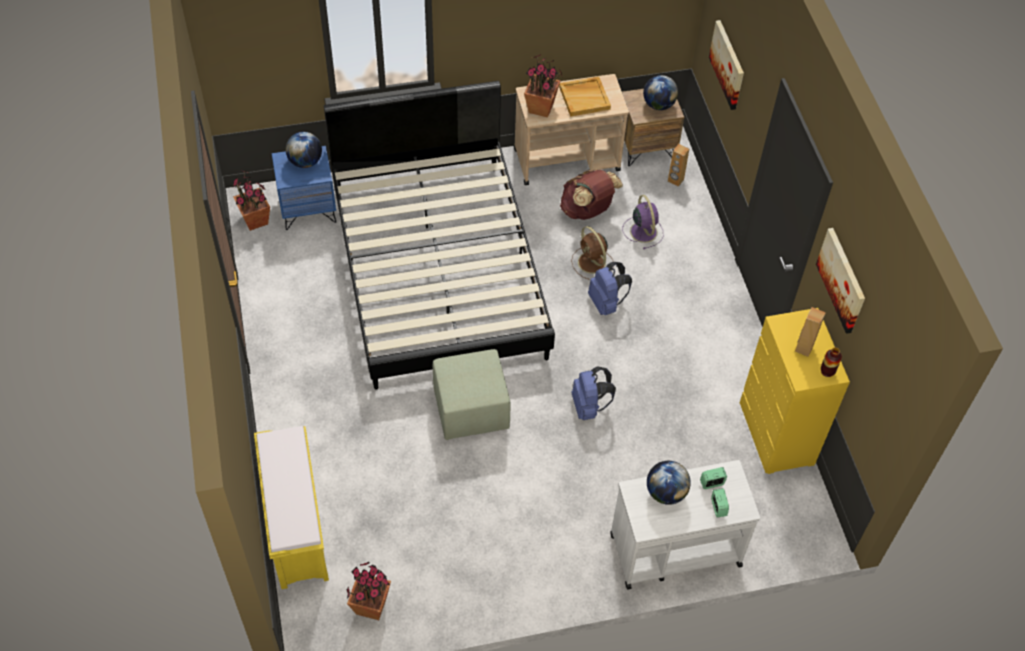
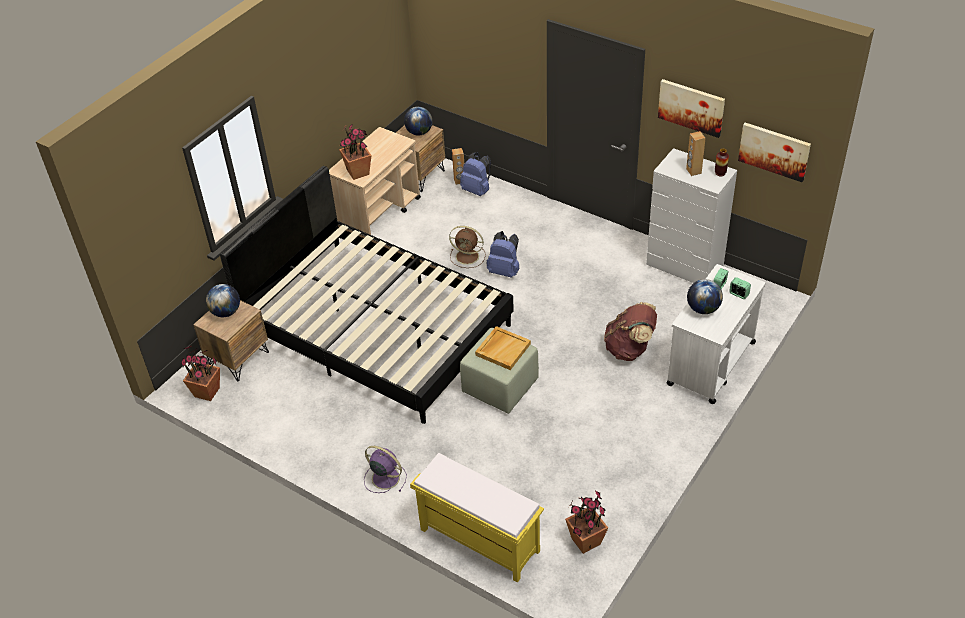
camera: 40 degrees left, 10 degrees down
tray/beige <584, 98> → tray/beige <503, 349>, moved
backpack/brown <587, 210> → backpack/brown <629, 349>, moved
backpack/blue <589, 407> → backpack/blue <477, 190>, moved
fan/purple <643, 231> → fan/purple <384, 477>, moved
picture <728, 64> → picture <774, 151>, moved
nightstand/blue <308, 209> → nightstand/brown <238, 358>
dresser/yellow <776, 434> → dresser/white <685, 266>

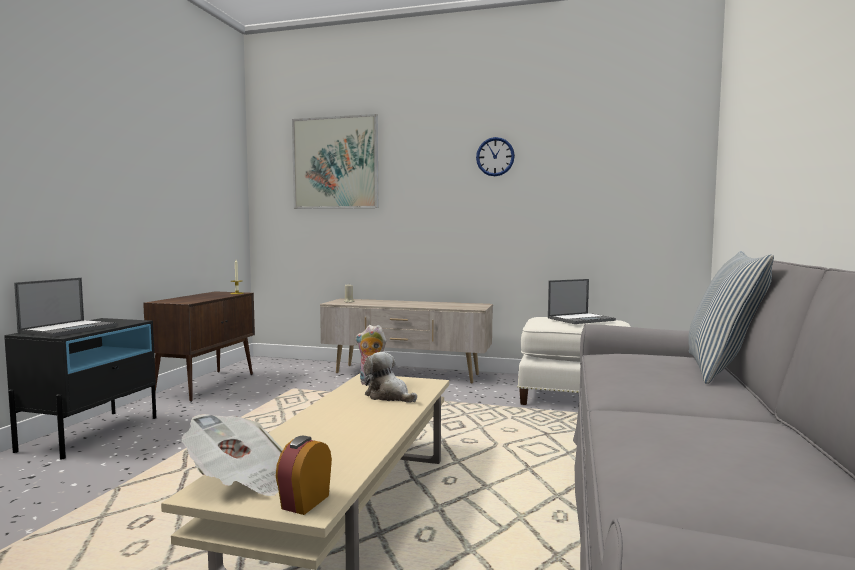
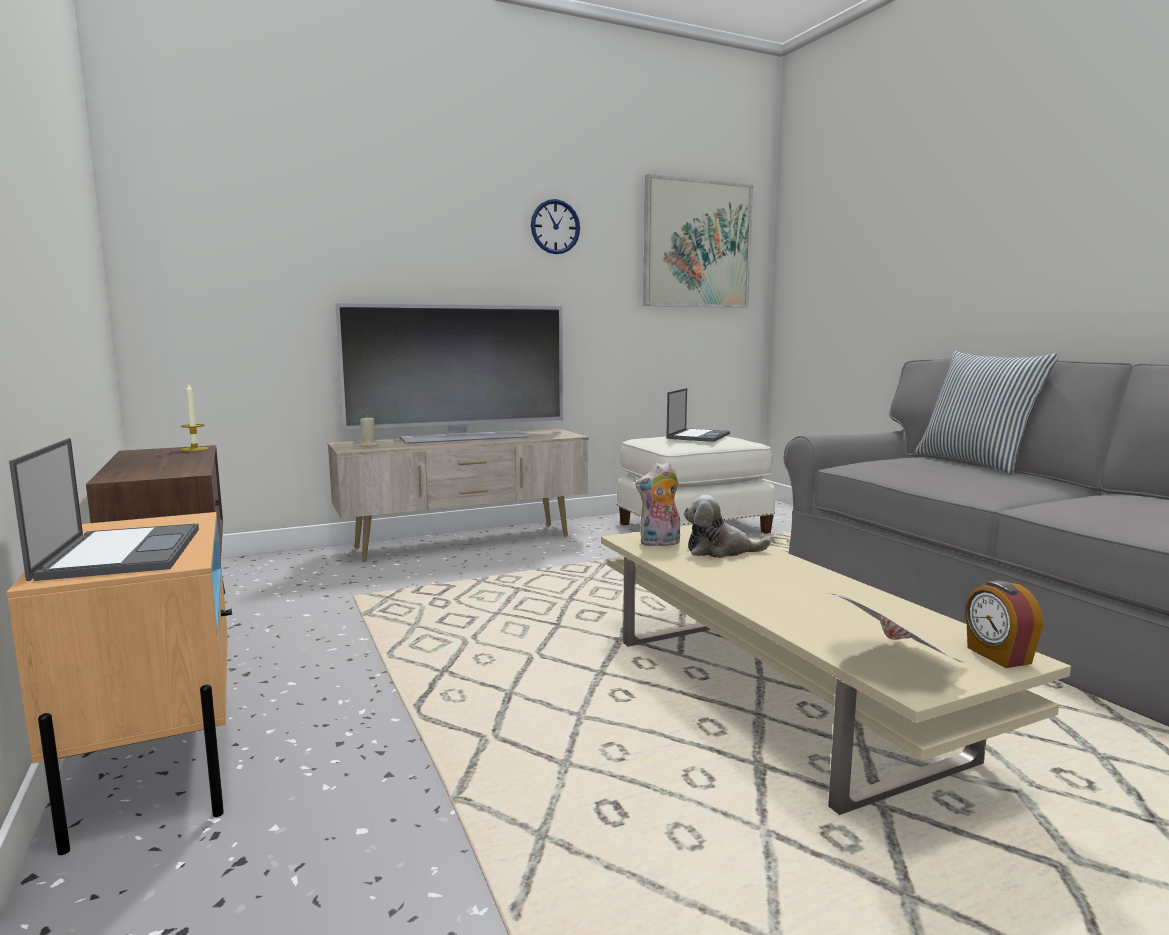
camera: 40 degrees left, 5 degrees up
- → television <464, 437>
picture <335, 163> → picture <697, 244>, moved
nightstand/black <91, 433> → nightstand/beige <157, 762>

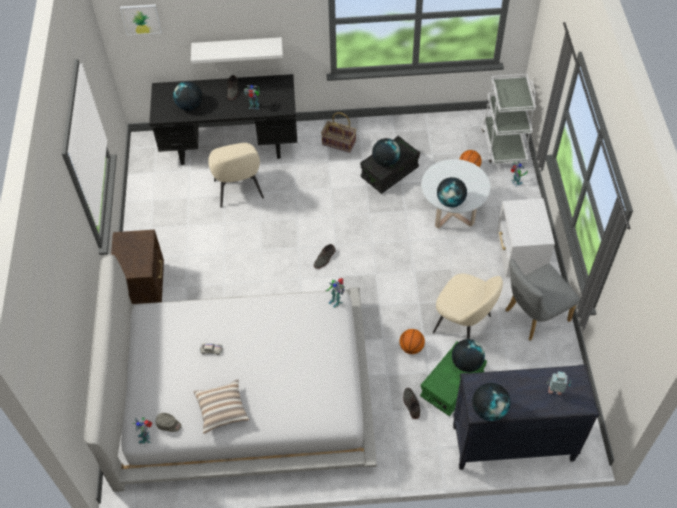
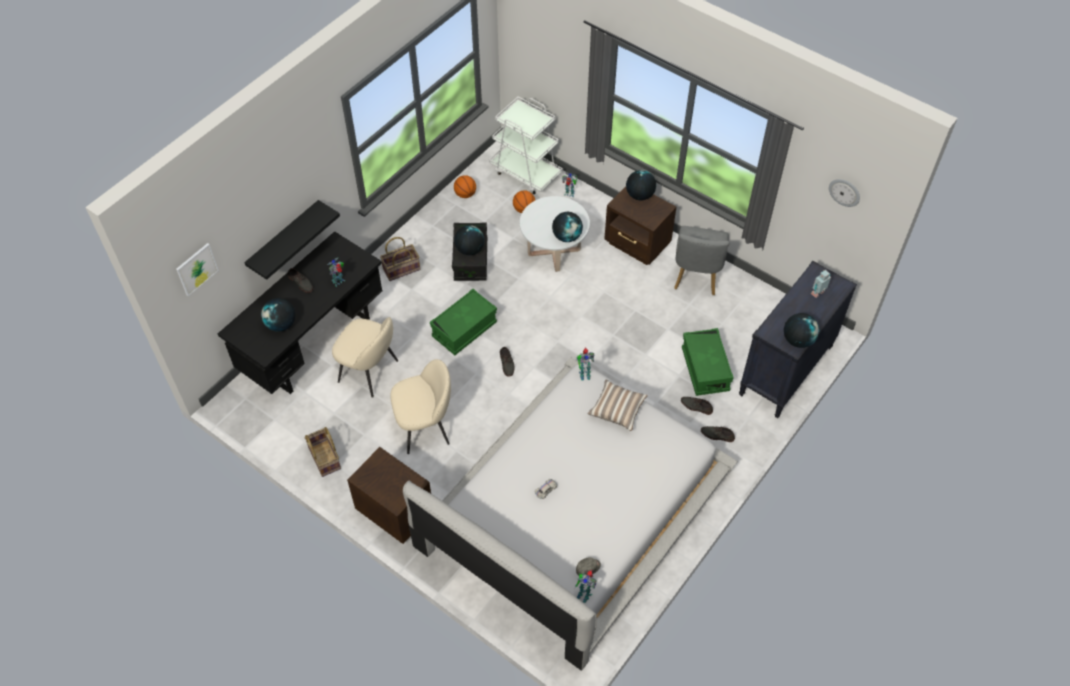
camera: 50 degrees left, 0 degrees up
- → basket <325, 458>
- → storage box/green <464, 330>
- → shoe/grey <717, 435>
- → wall clock <845, 192>
pillow <222, 410> → pillow <617, 409>, moved
basketball <411, 347> → basketball <465, 194>, moved
chair/beige <463, 325> → chair/beige <425, 427>, moved
globe <466, 363> → globe <639, 195>, moved
shelf/white <237, 48> → shelf/black <284, 239>
nightstand/white <519, 257> → nightstand/brown <637, 245>

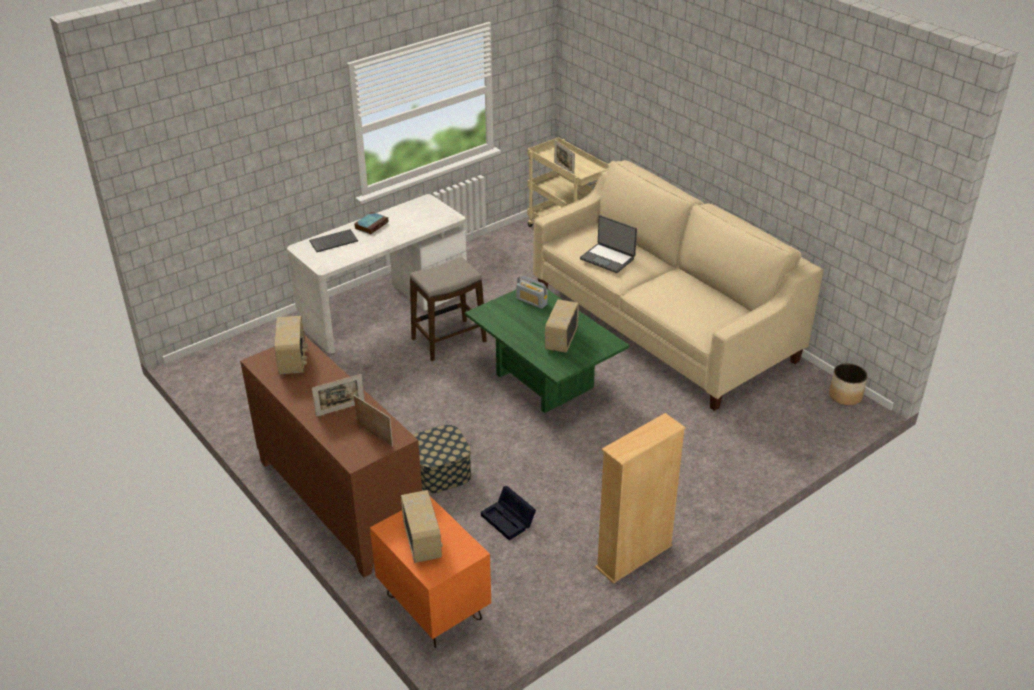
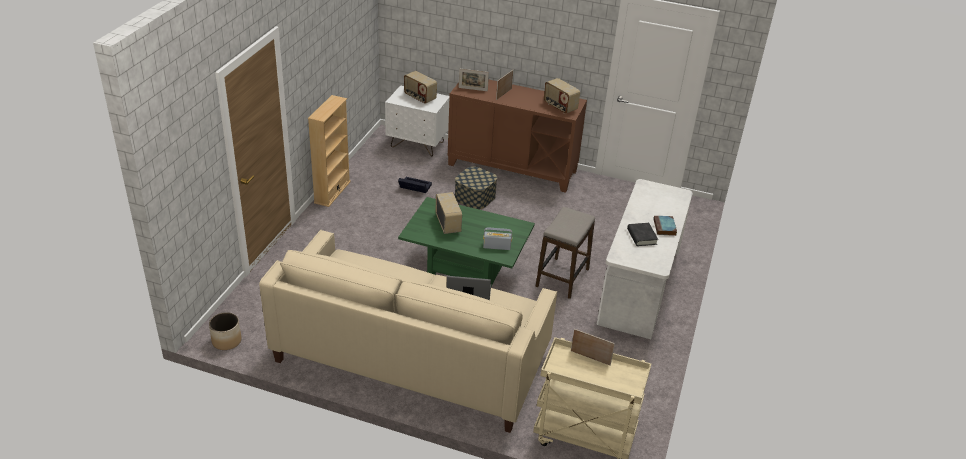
camera: 145 degrees right, 0 degrees up
keyboard <334, 241> → -
- → book/black <641, 237>
nightstand/orange <433, 608> → nightstand/white <417, 145>

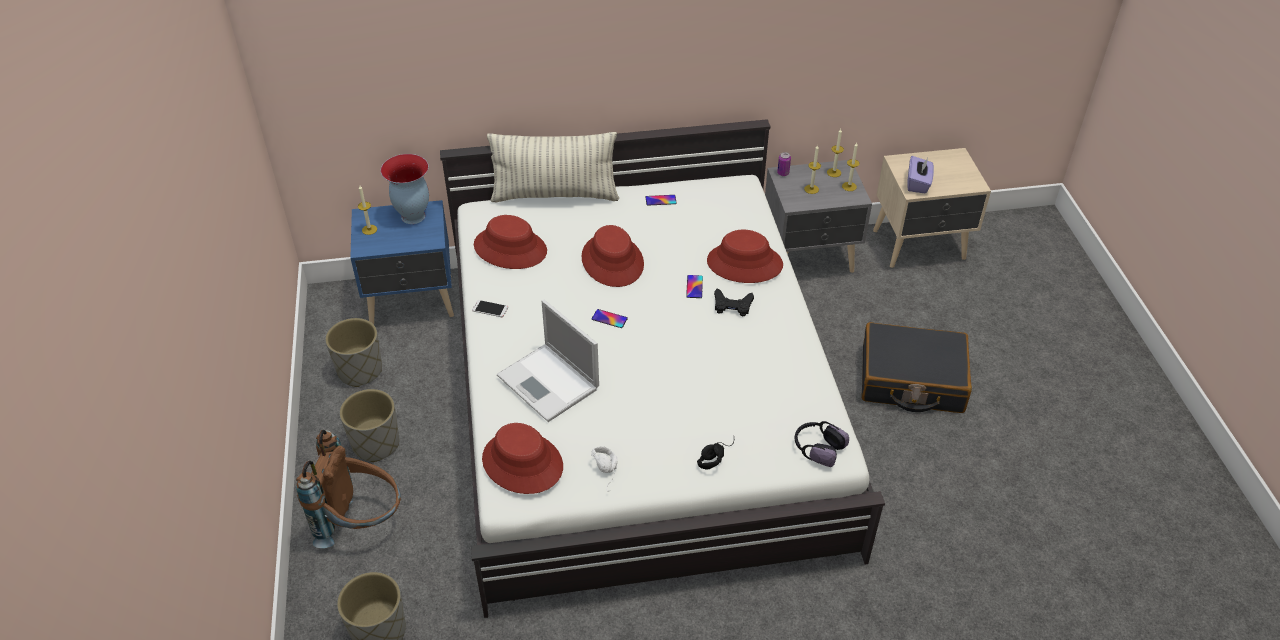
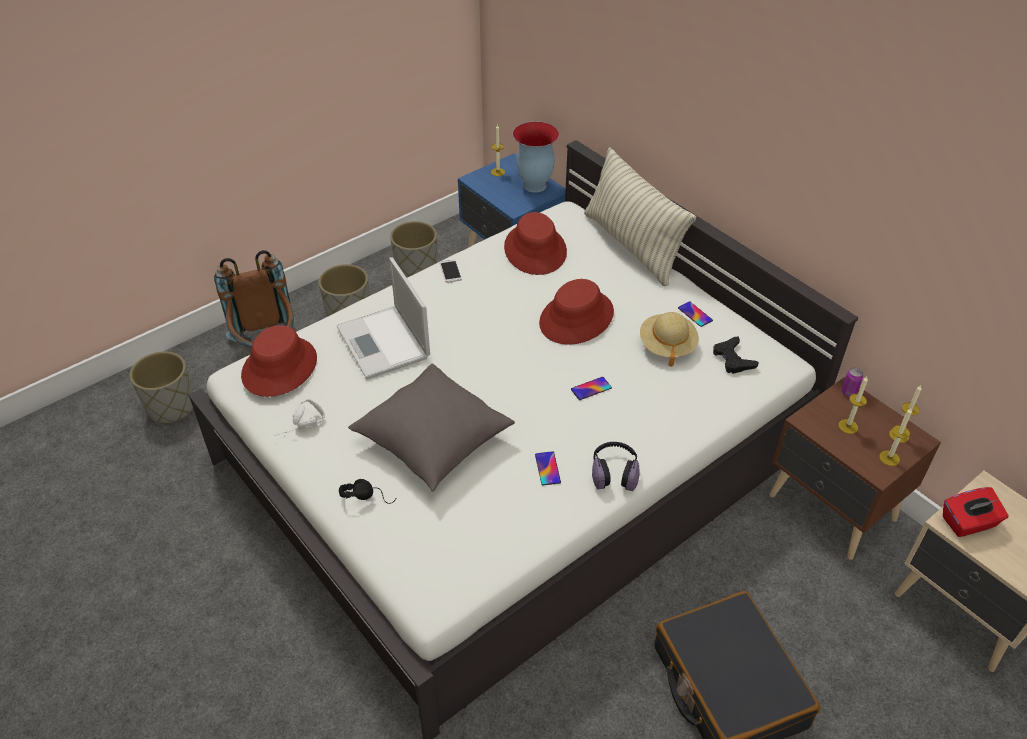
camera: 60 degrees right, 0 degrees up
hat/red <744, 264> → -
- → pillow/grey <433, 441>
- → hat/beige <667, 346>
phone <609, 319> → phone <547, 468>, moved
game controller/black <732, 305> → game controller/black <733, 359>, moved
headphones <818, 448> → headphones <614, 472>, moved
nightstand/grey <809, 258> → nightstand/brown <832, 510>
tissue box/purple <918, 184> → tissue box/red <968, 523>
laptop <549, 383> → laptop <384, 343>, 45 degrees counterclockwise

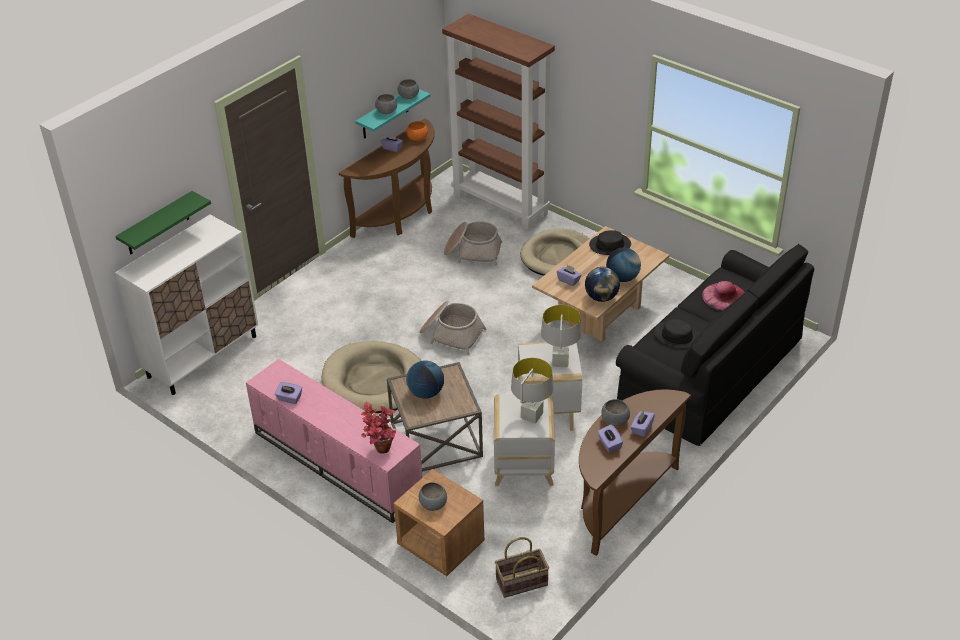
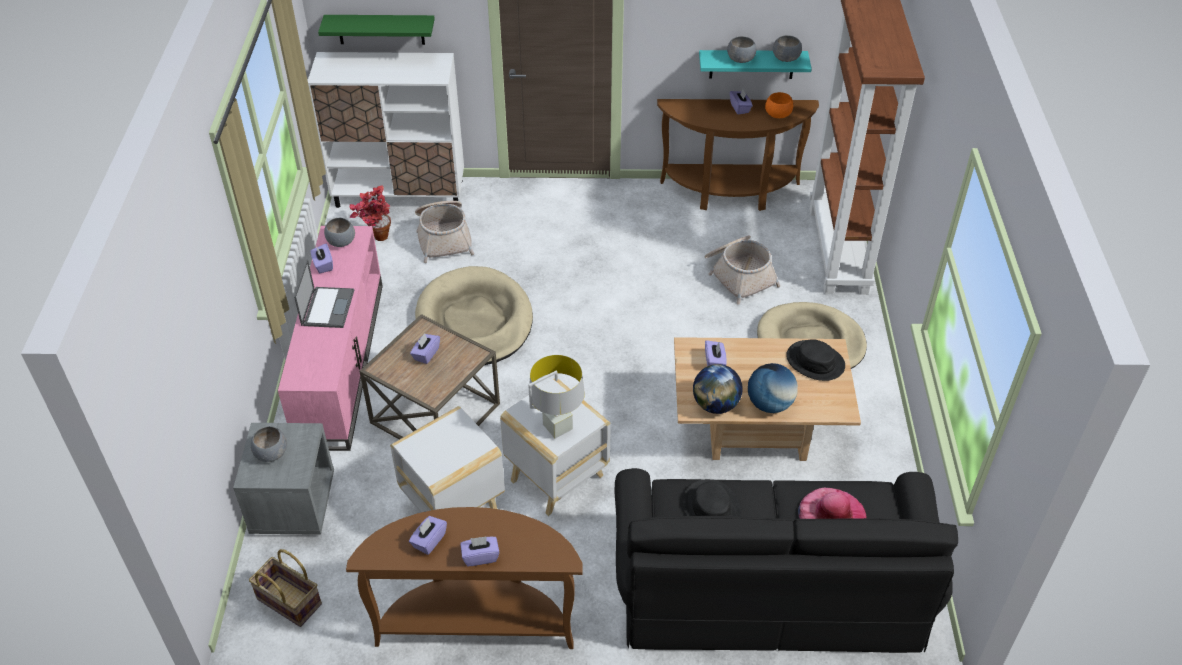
camera: 50 degrees right, 5 degrees up
table lamp/grey <531, 417> → -
- → laptop <327, 307>
potted plant <380, 452> → potted plant <375, 237>, moved
basket <451, 334> → basket <444, 237>, moved
bowl/grey <615, 421> → bowl/grey <341, 242>, moved
globe <426, 393> → tissue box/purple <426, 354>
nightstand/brown <440, 544> → nightstand/grey <293, 504>

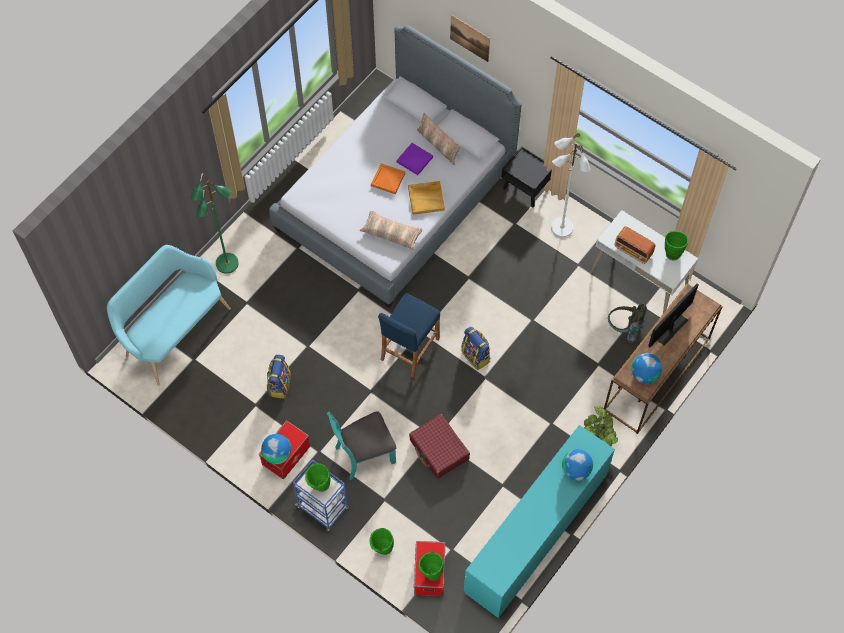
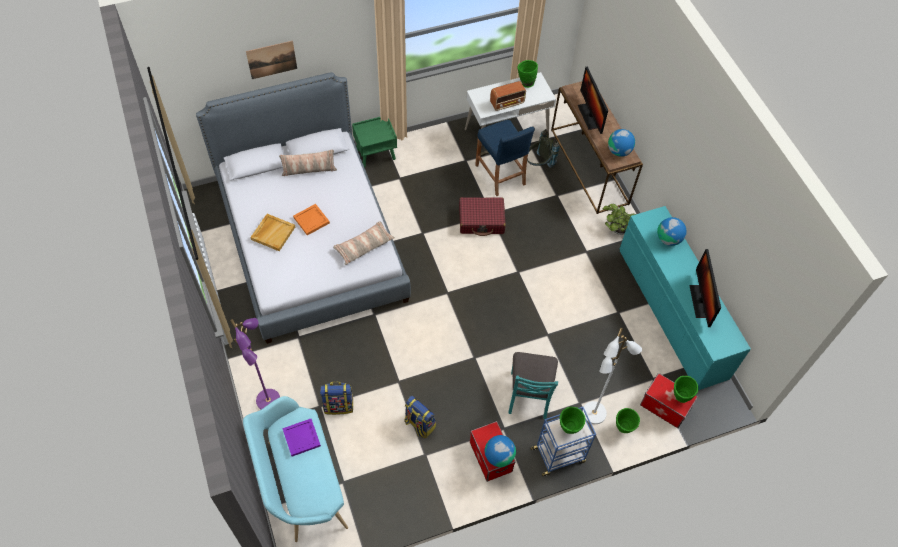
camera: 60 degrees left, 5 degrees down
- → monitor <701, 301>
stool/blue <409, 349> → stool/blue <500, 175>, moved
tray/purple <414, 160> → tray/purple <301, 438>, moved
tray/beige <426, 198> → tray/beige <273, 233>, moved
suitcase/red <439, 450> → suitcase/red <481, 220>, moved
backpack <476, 356> → backpack <339, 405>, moved
floor lamp/white <561, 228> → floor lamp/white <594, 414>, moved
floor lamp/green <227, 264> → floor lamp/purple <269, 400>
nightstand/black <526, 189> → nightstand/green <376, 154>

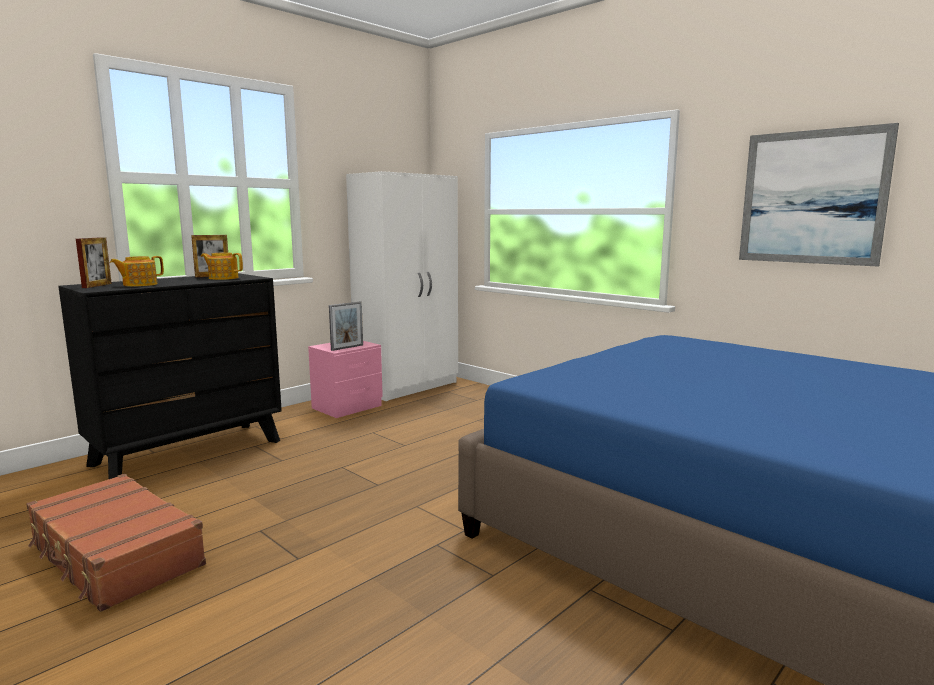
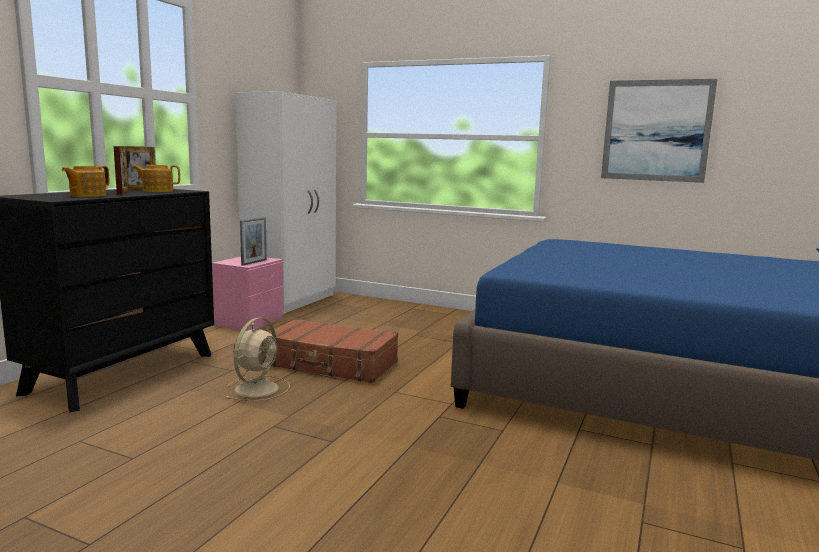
camera: 20 degrees left, 0 degrees up
- → fan/beige <258, 388>
suitcase/brown <115, 556> → suitcase/brown <330, 364>, moved
picture frame <97, 285> → picture frame <123, 193>, moved

